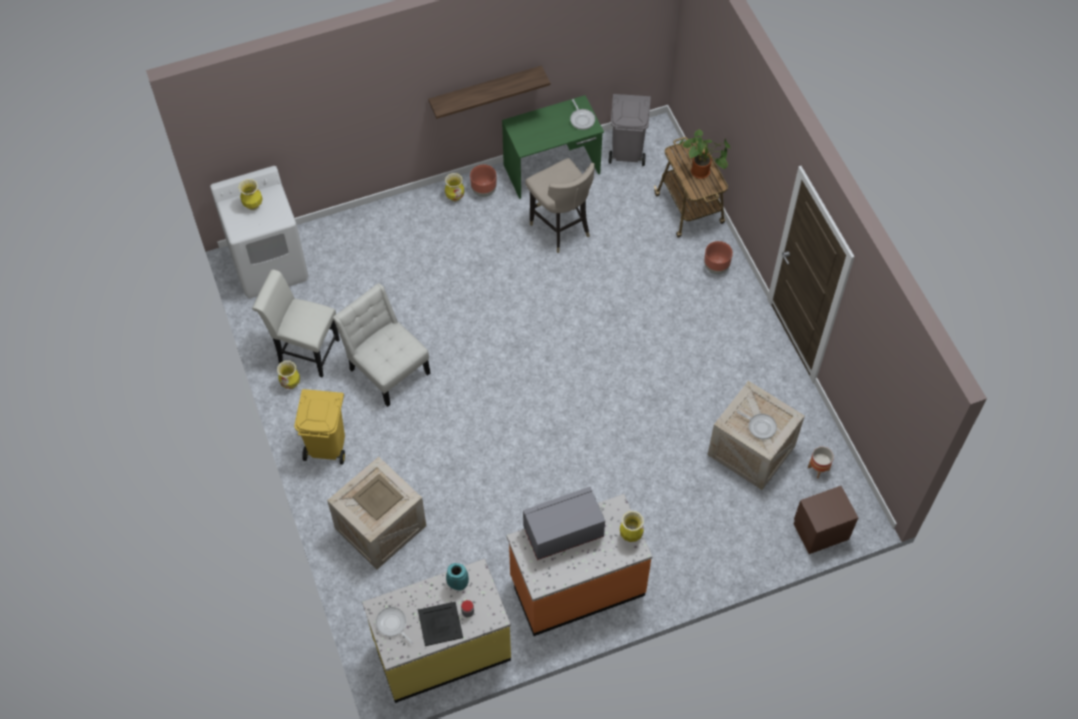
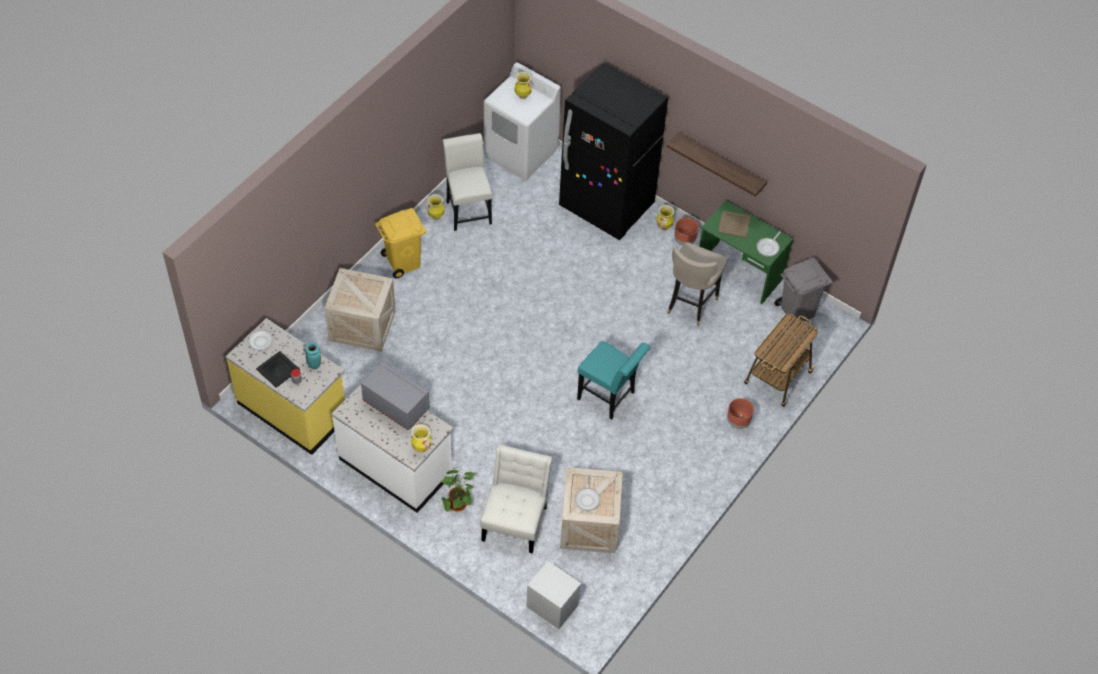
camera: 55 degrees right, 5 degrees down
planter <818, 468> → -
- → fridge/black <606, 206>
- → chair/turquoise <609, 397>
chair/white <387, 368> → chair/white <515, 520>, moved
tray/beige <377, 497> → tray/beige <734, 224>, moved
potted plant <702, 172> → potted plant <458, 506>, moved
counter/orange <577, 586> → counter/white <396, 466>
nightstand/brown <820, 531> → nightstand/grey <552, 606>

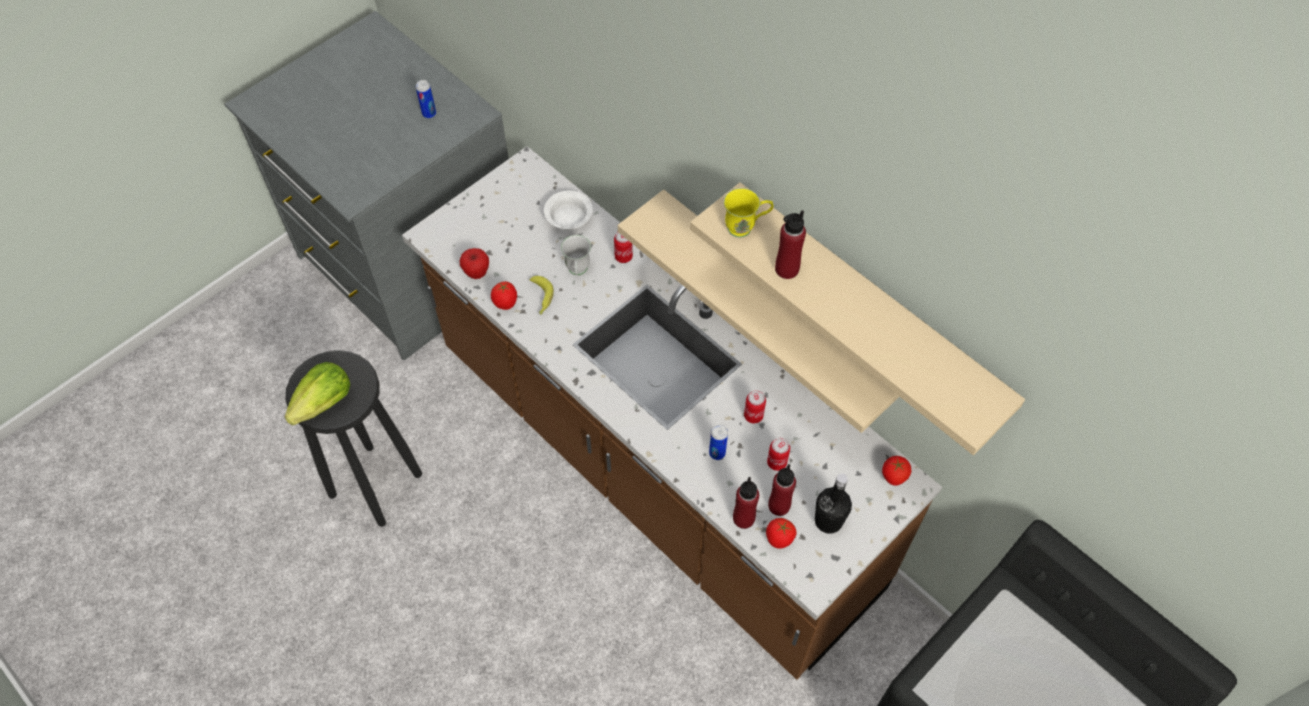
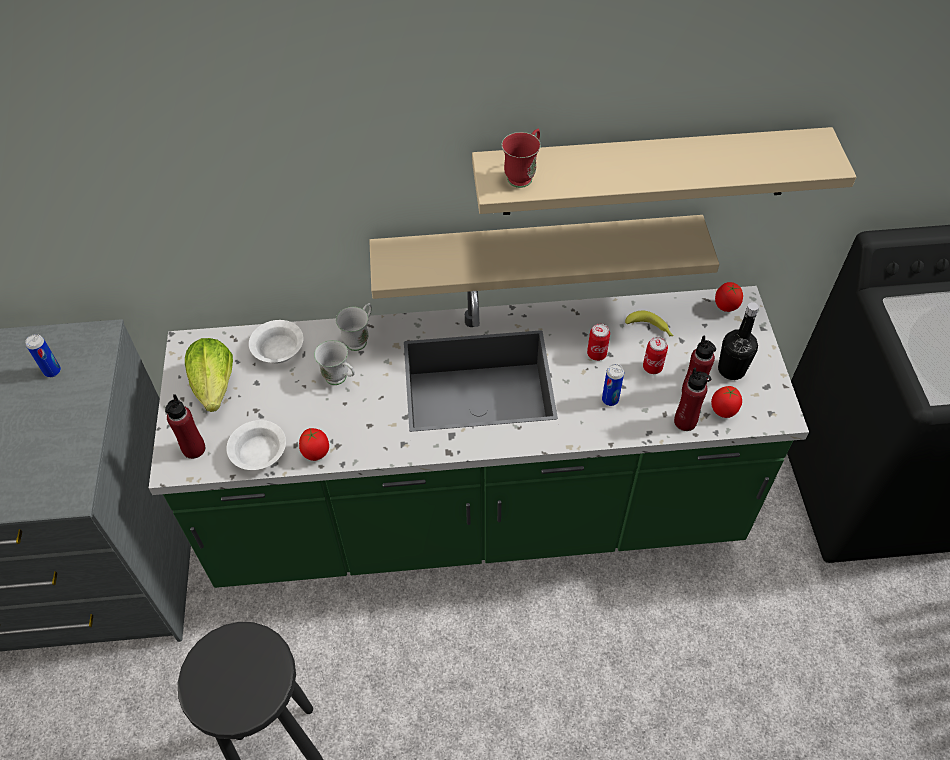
camera: 50 degrees left, 5 degrees down
lettuce <324, 403> → lettuce <215, 386>, moved
banana <541, 298> → banana <650, 328>, moved
bottle/red <786, 269> → bottle/red <194, 449>, moved
apple <476, 273> → bowl/white <259, 454>
can <623, 257> → mug/white <360, 339>
counter/brown <654, 469> → counter/green <477, 516>
mug/yellow <746, 228> → mug/red <523, 175>

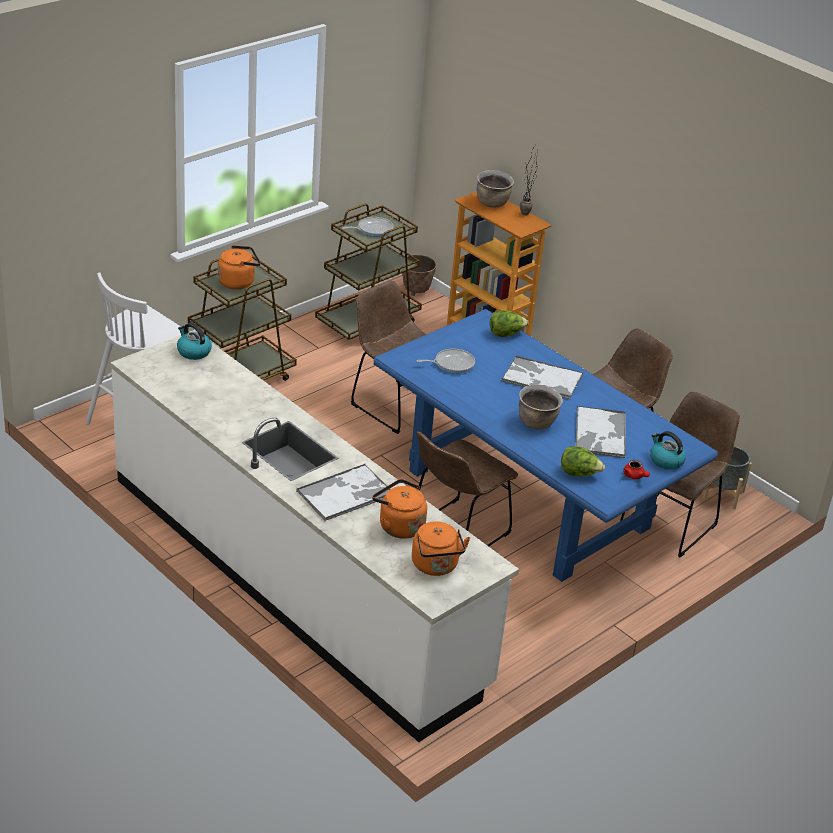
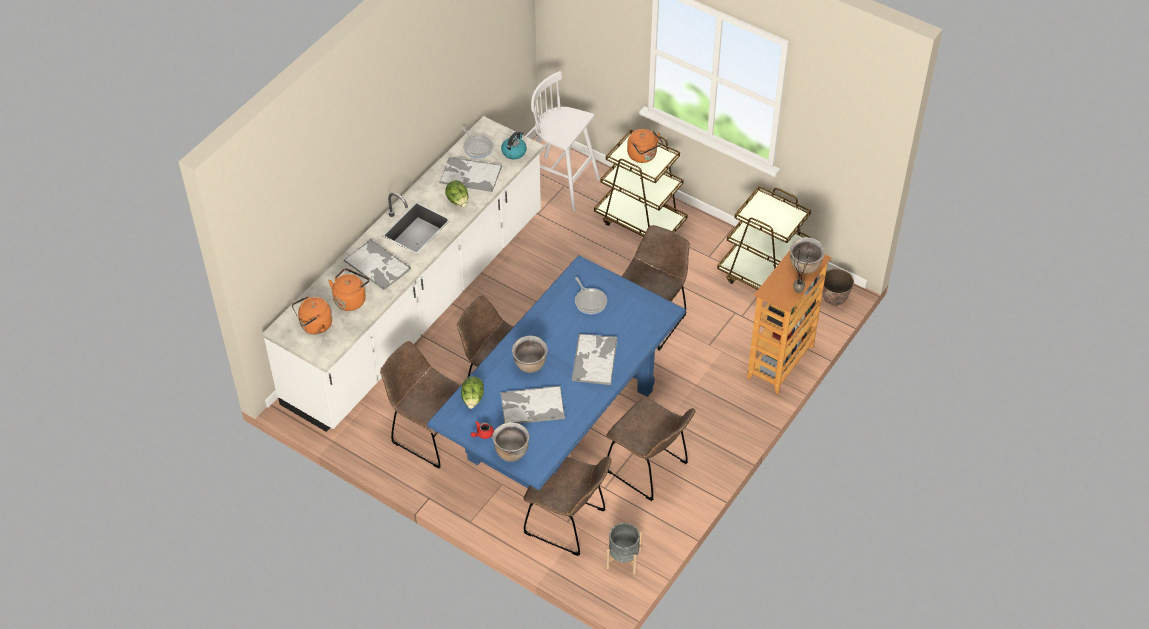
camera: 80 degrees right, 15 degrees up
- → chair/brown <428, 434>
- → tray <470, 175>
frying pan <373, 229> → frying pan <477, 147>, moved
lettuce <506, 334> → lettuce <458, 201>, moved
kettle <665, 461> → cooking pot/brown <511, 452>

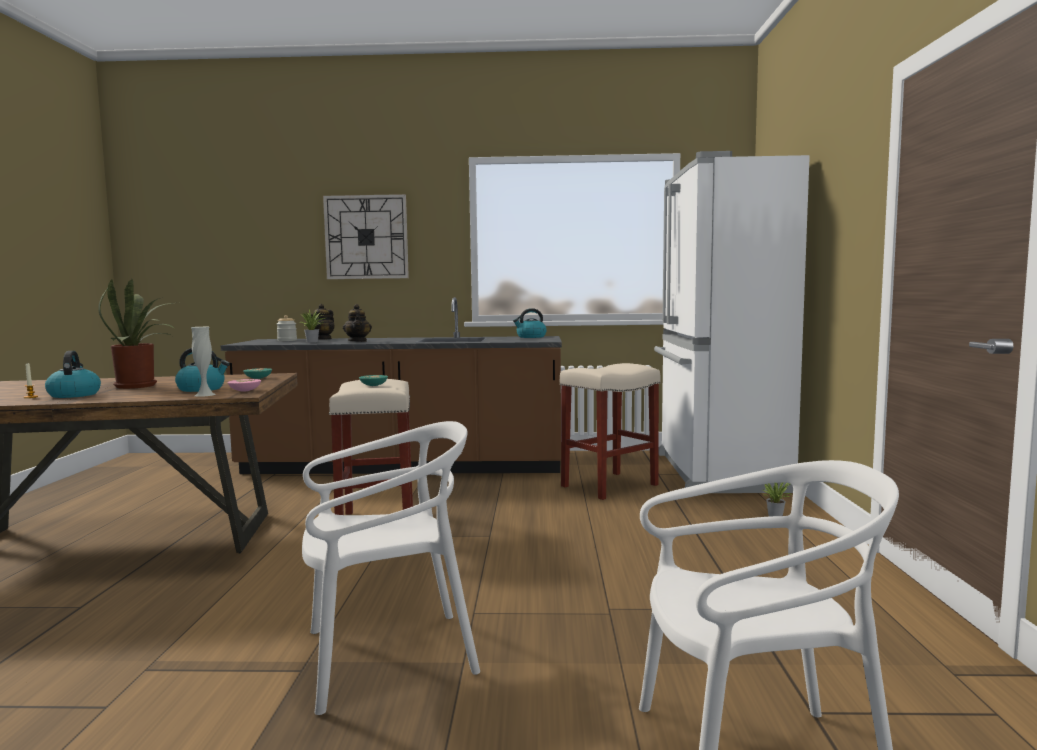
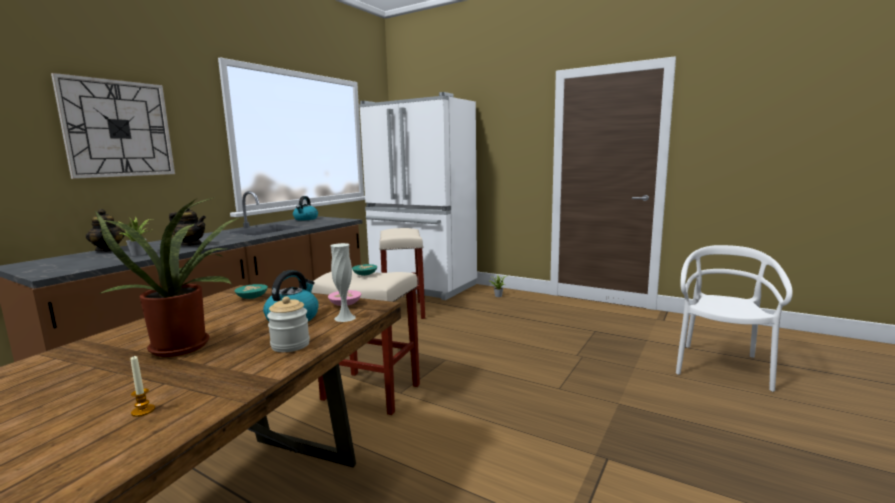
camera: 60 degrees left, 5 degrees up
kettle <74, 395> → -
chair/white <388, 656> → -
jar <287, 340> → jar <290, 345>, moved

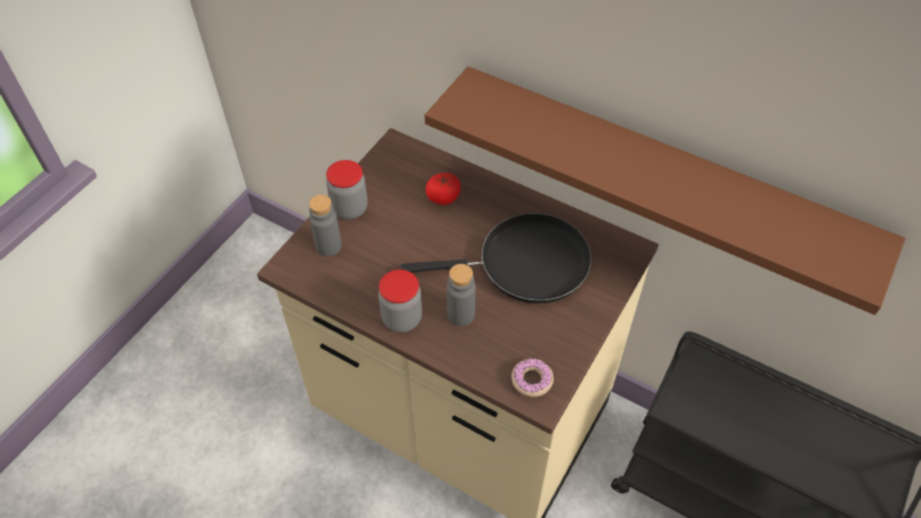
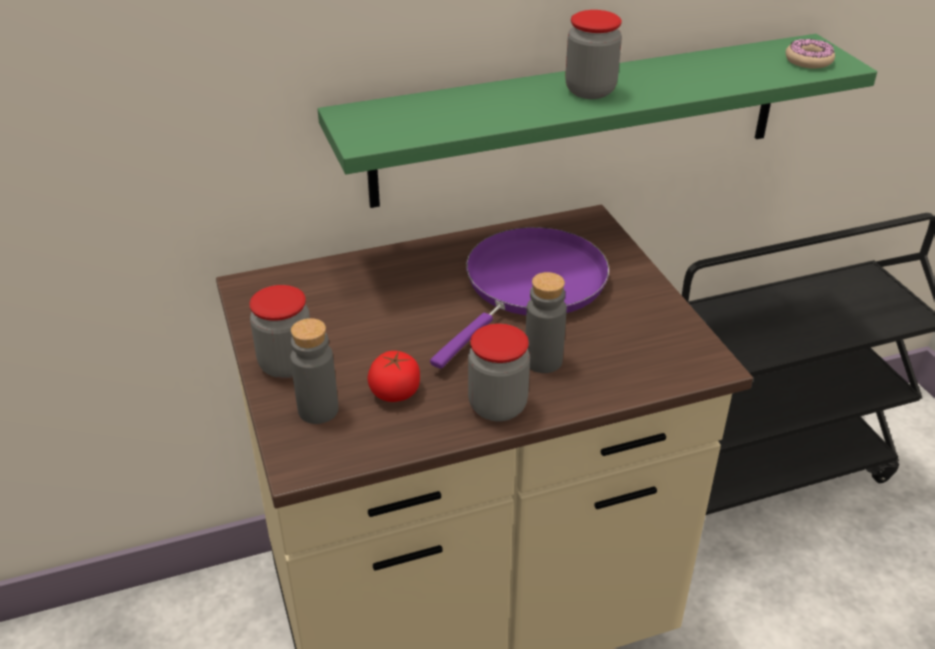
camera: 50 degrees left, 15 degrees down
- → jar <590, 91>
tomato <443, 197> → tomato <395, 391>, moved
donut <532, 380> → donut <808, 60>, moved
frying pan/black <525, 264> → frying pan/purple <530, 286>
shelf/brown <659, 177> → shelf/green <580, 120>

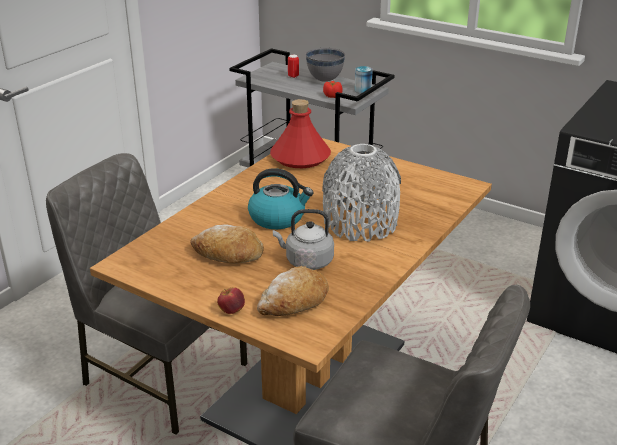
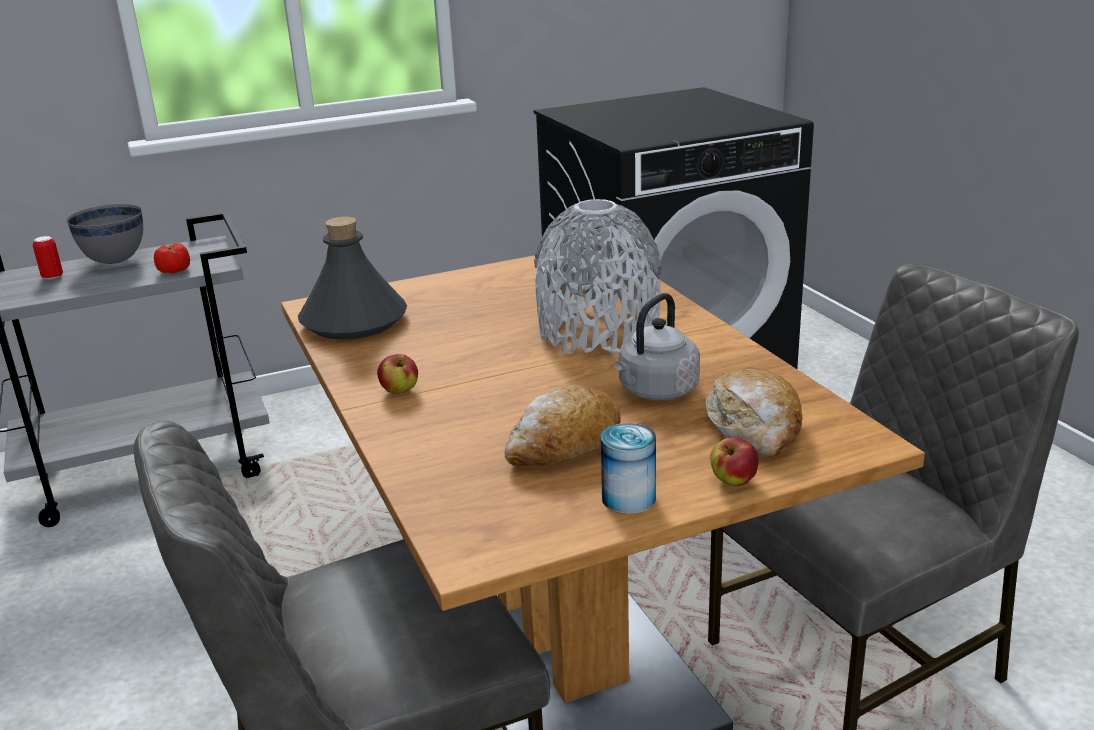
camera: 55 degrees left, 5 degrees down
kettle <278, 218> → -
- → apple <399, 391>
can <363, 90> → can <628, 498>, moved
bottle/red <300, 157> → bottle/grey <353, 322>

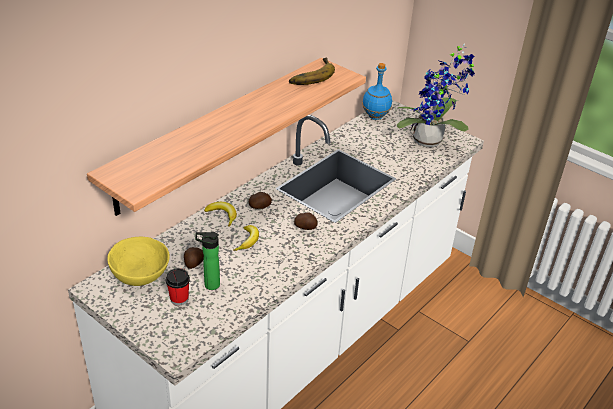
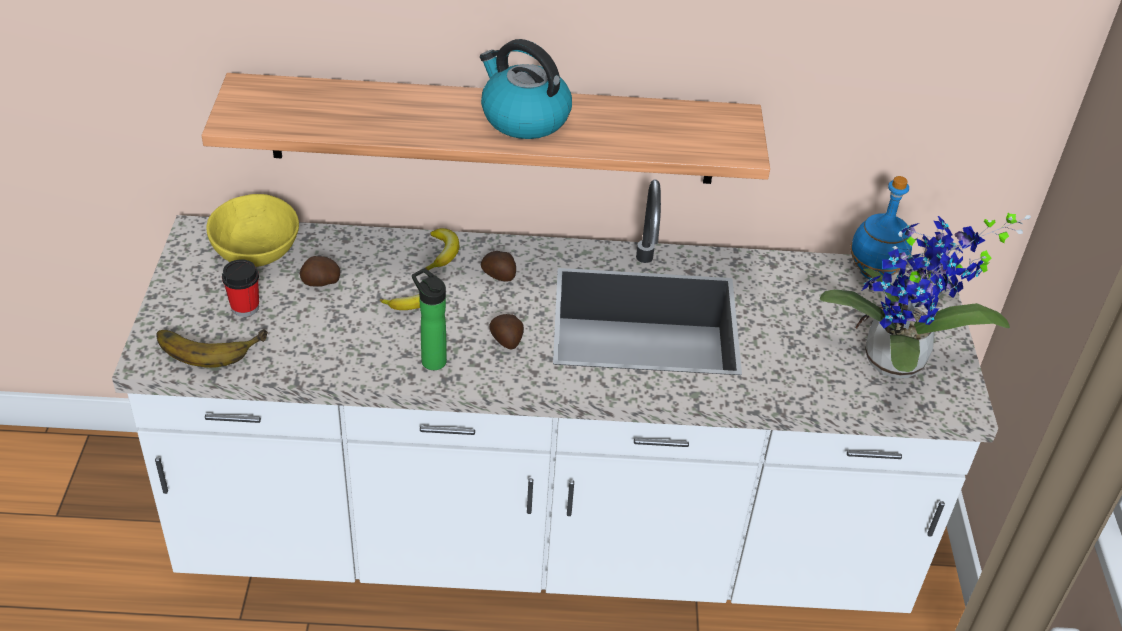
camera: 50 degrees right, 5 degrees up
- → kettle <523, 118>
bottle <209, 285> → bottle <431, 359>, moved
banana <309, 75> → banana <210, 343>, moved

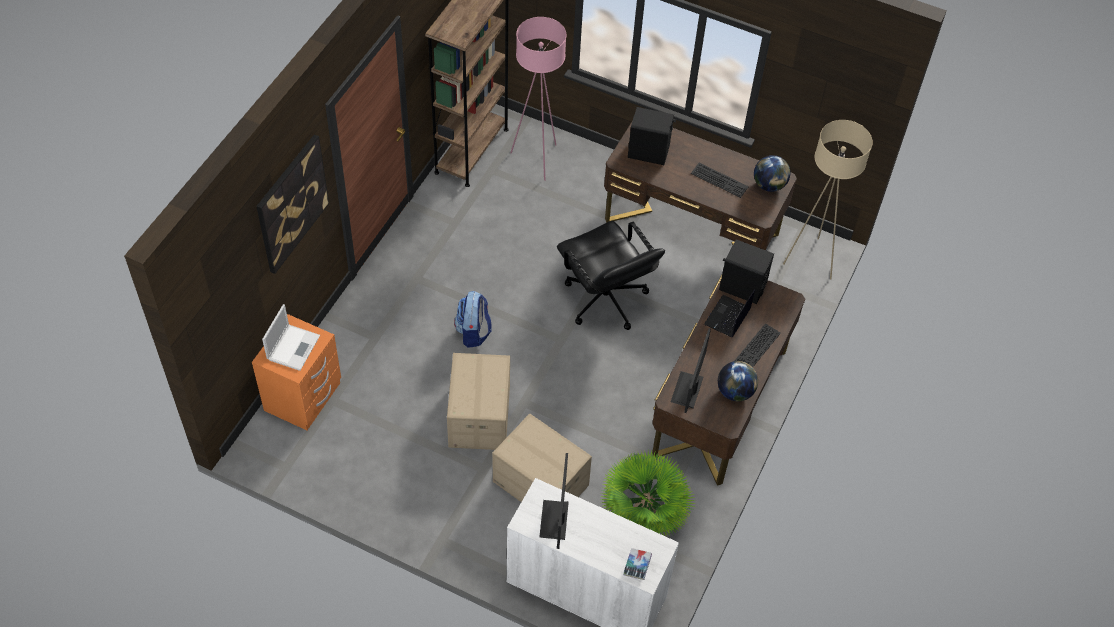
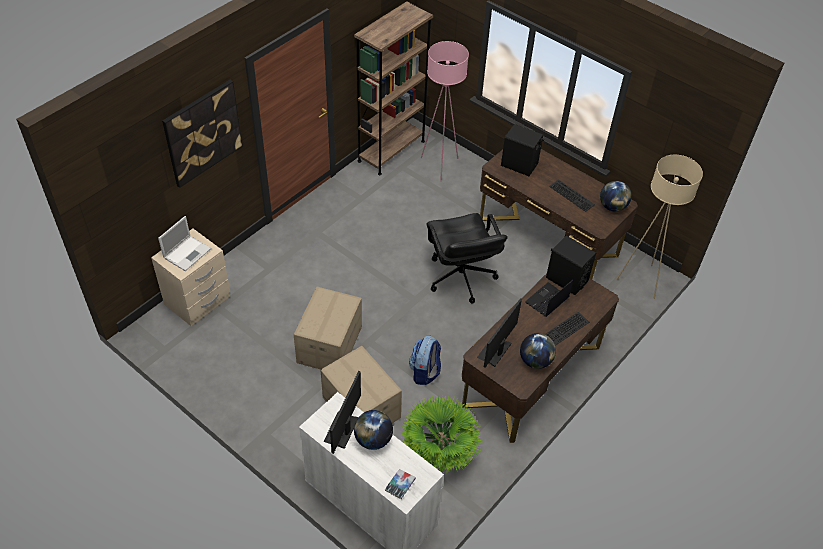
camera: 15 degrees right, 5 degrees down
- → globe <373, 439>
backpack <473, 332> → backpack <425, 372>, moved
nightstand/orange <304, 397> → nightstand/beige <198, 301>

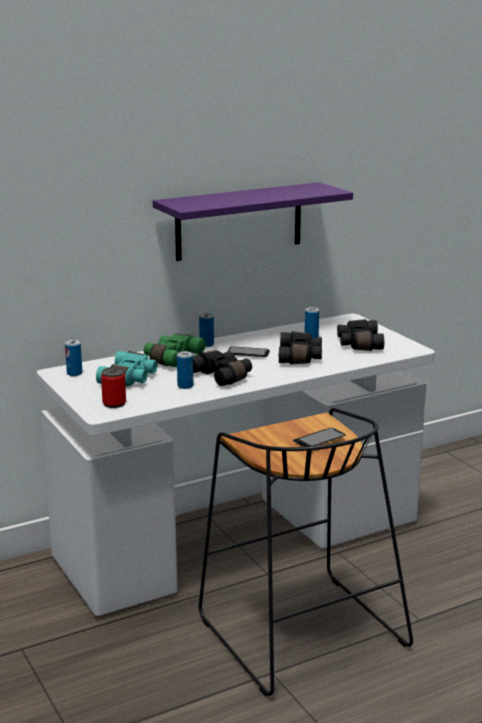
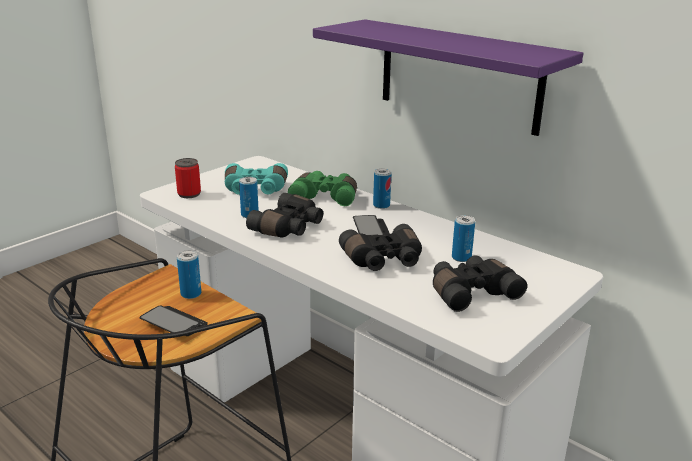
camera: 70 degrees right, 5 degrees up
can <74, 373> → can <191, 294>, moved

